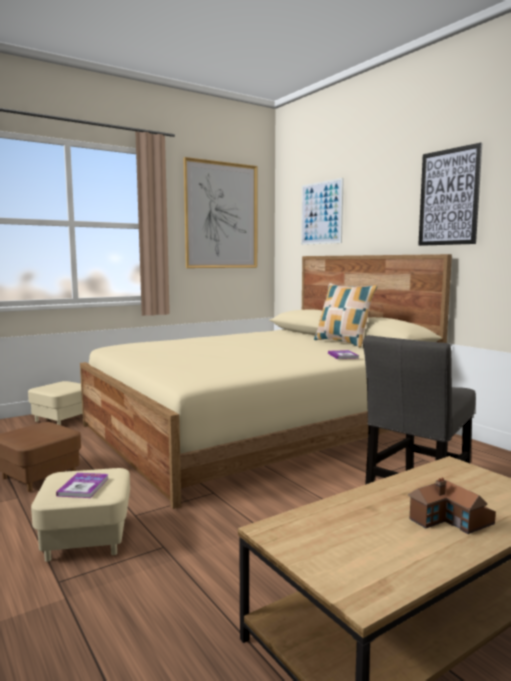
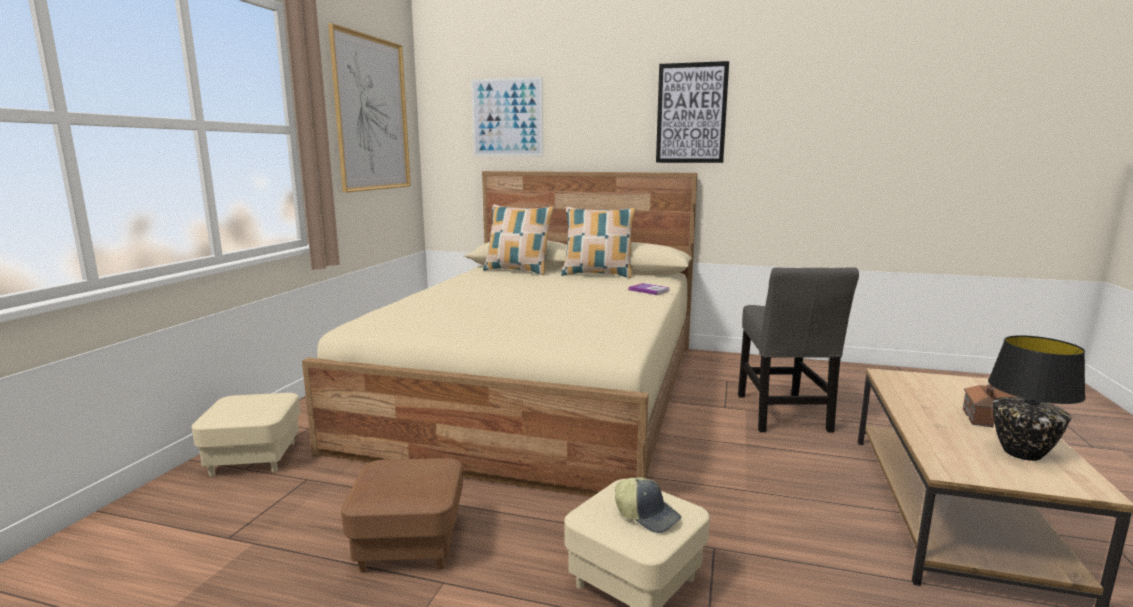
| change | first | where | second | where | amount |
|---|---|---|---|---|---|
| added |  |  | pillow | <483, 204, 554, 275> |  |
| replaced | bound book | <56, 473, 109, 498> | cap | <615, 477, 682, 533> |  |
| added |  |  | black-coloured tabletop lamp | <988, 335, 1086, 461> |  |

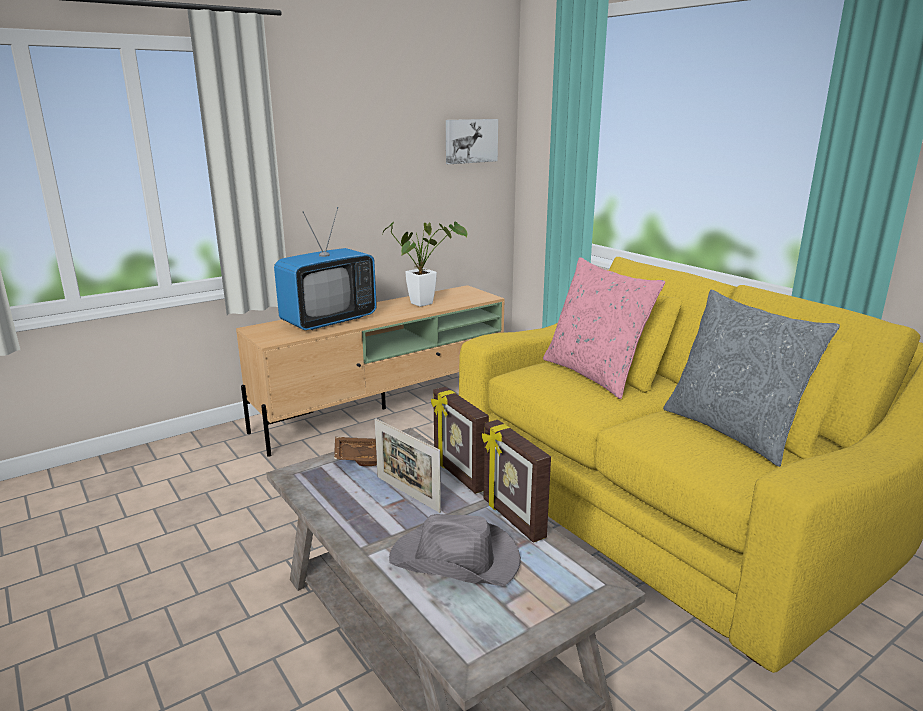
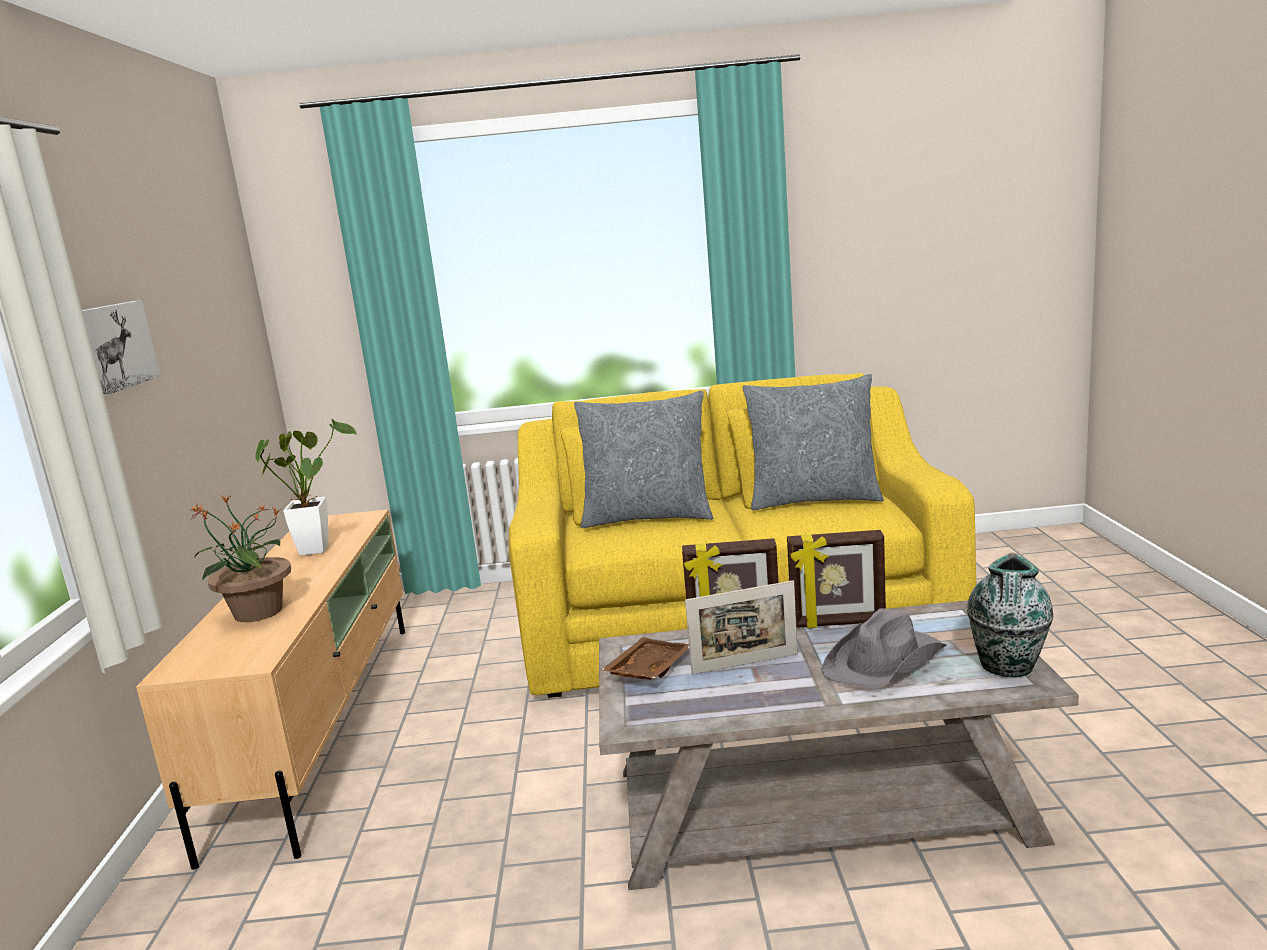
| change | first | where | second | where | amount |
|---|---|---|---|---|---|
| moved | wall art | <446, 119, 498, 164> |  | <82, 300, 160, 396> |  |
| replaced | TV | <274, 207, 377, 330> | plant in a pot | <191, 495, 291, 622> |  |
| recoloured | pink-coloured pillow | <543, 257, 665, 399> | gray pillow | <574, 391, 713, 528> |  |
| added |  |  | decorative vase | <967, 553, 1054, 678> |  |

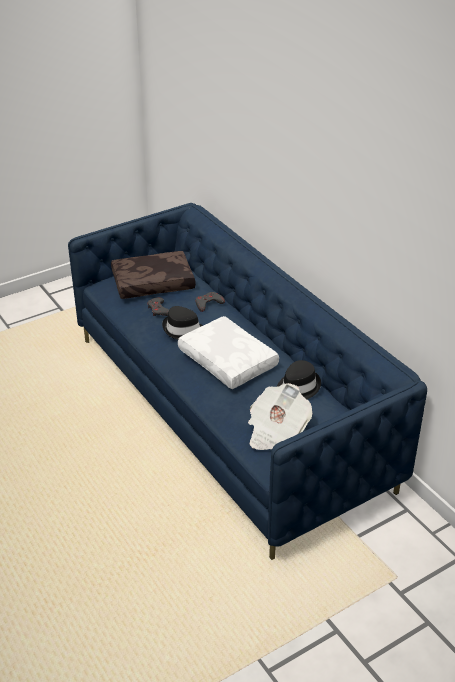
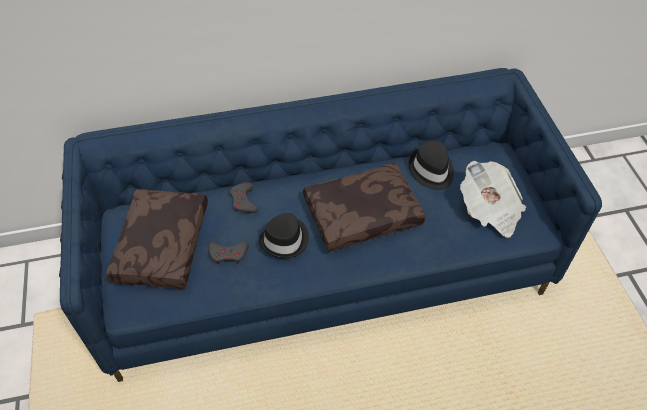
| change | first | where | second | where | amount |
|---|---|---|---|---|---|
| recoloured | whitish pillow | <178, 316, 279, 389> | brown pillow | <303, 163, 426, 252> |  |

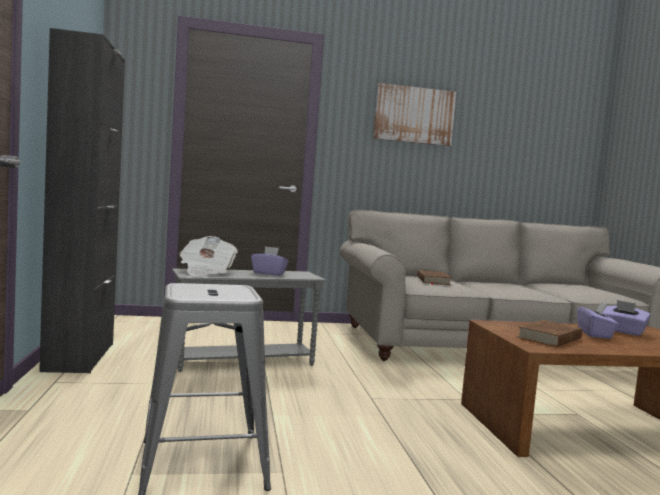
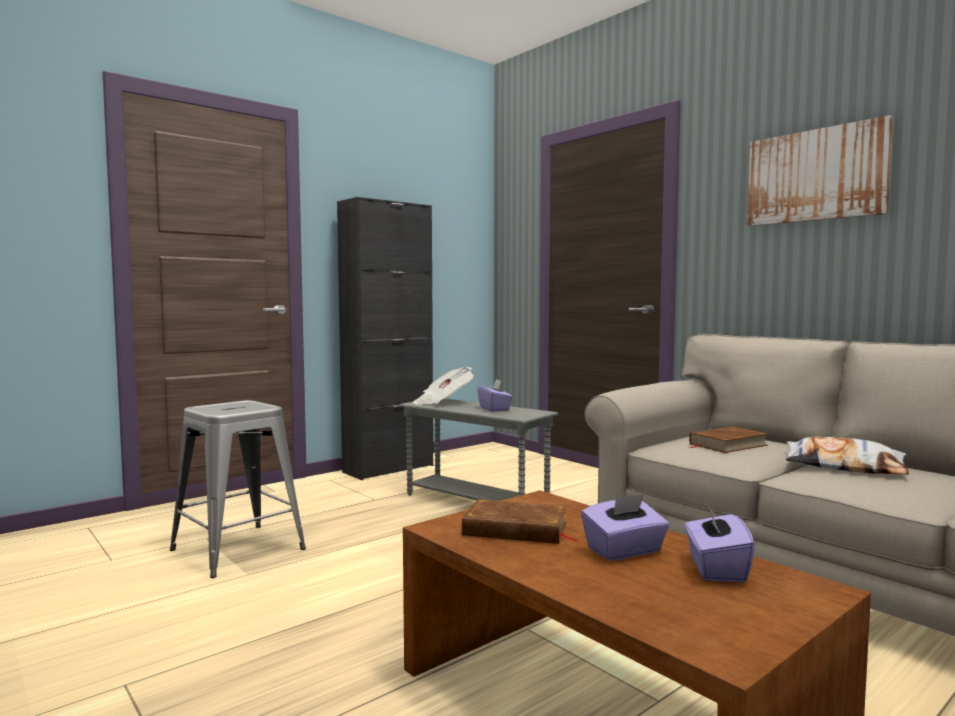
| change | first | where | second | where | amount |
|---|---|---|---|---|---|
| added |  |  | pillow | <786, 436, 909, 474> |  |

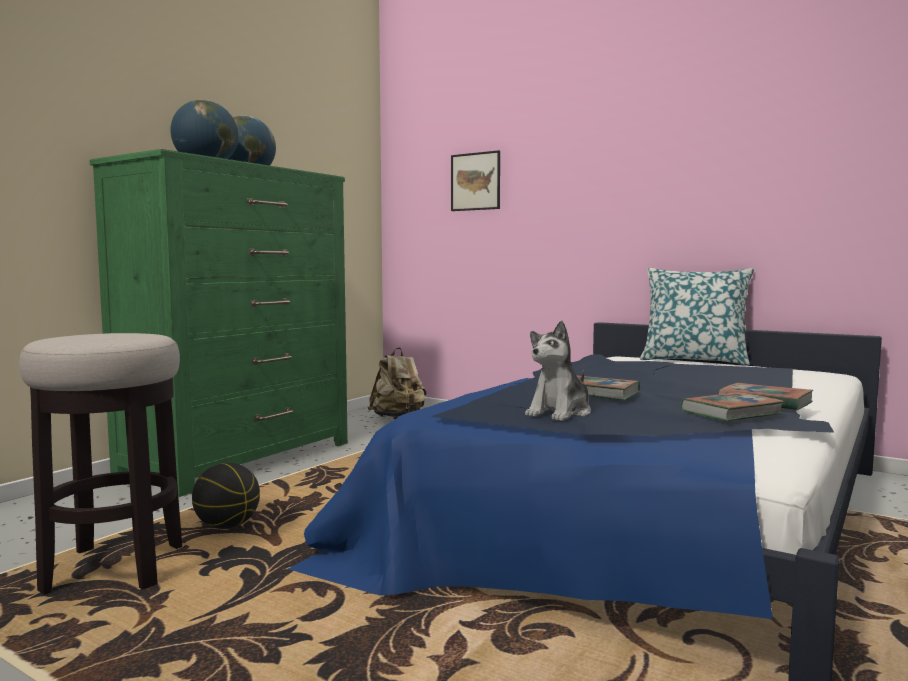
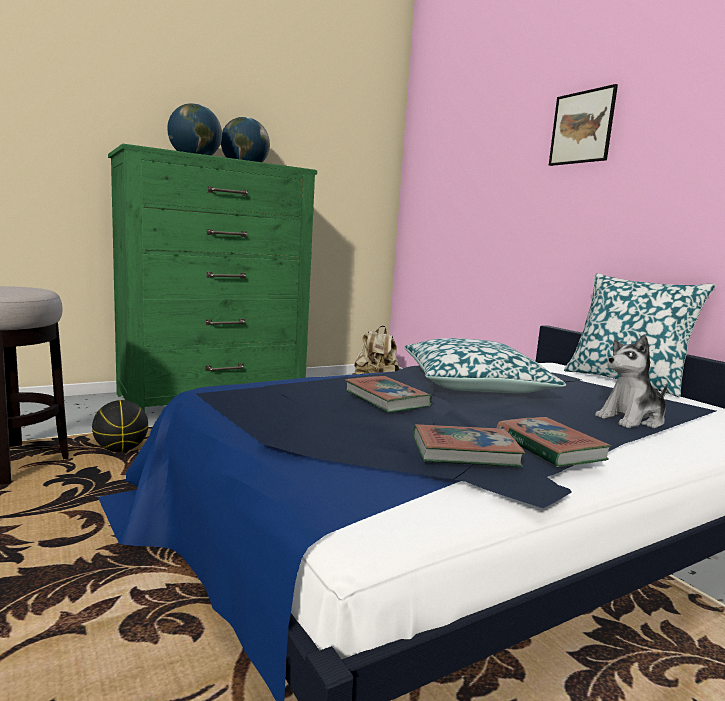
| change | first | where | second | where | amount |
|---|---|---|---|---|---|
| added |  |  | pillow | <405, 338, 566, 393> |  |
| moved | wall art | <451, 150, 500, 211> |  | <549, 84, 618, 166> |  |
| moved | cuddly toy | <525, 321, 591, 421> |  | <595, 334, 668, 428> |  |

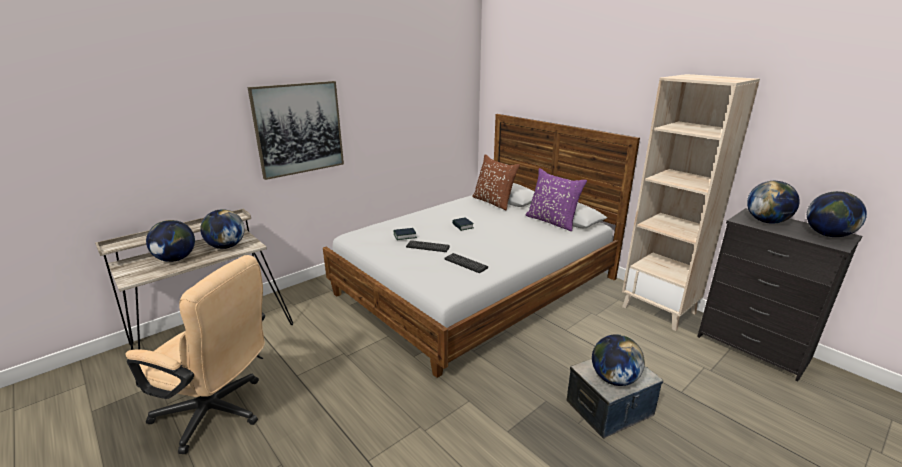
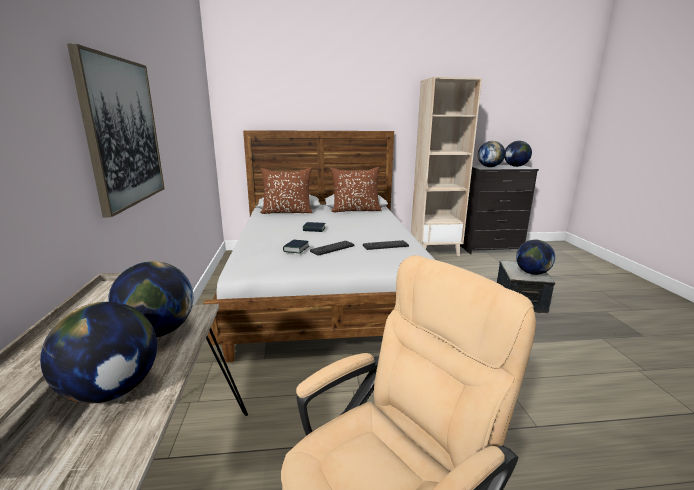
| change | first | where | second | where | amount |
|---|---|---|---|---|---|
| recoloured | purple-coloured pillow | <525, 168, 587, 231> | brown pillow | <330, 167, 381, 212> |  |

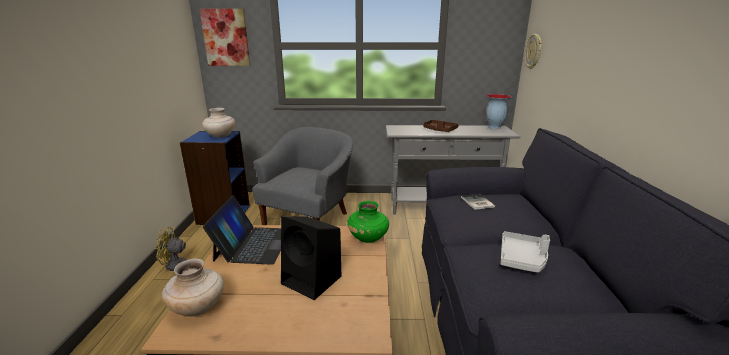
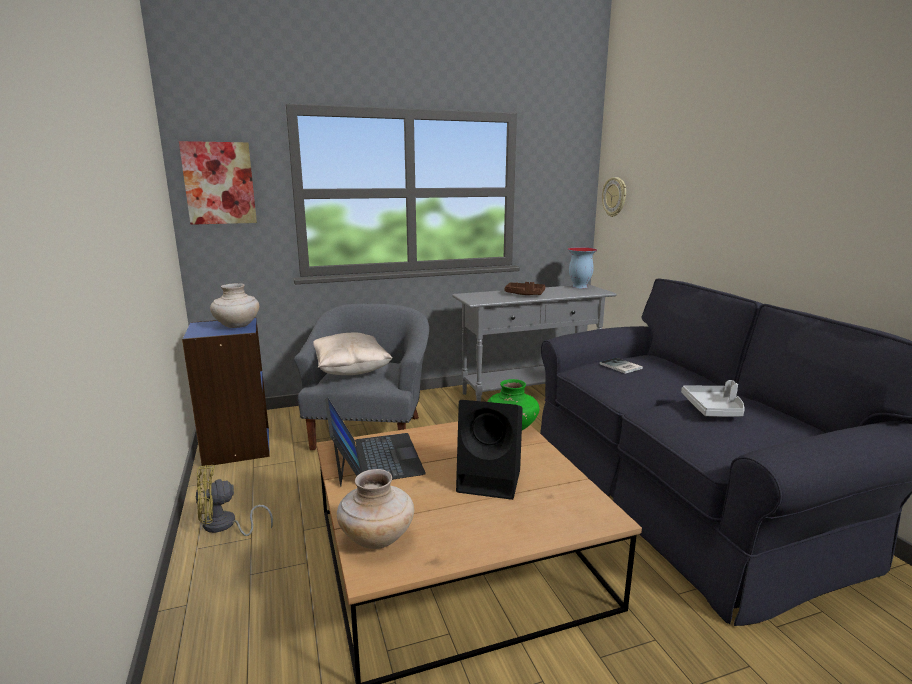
| change | first | where | second | where | amount |
|---|---|---|---|---|---|
| added |  |  | beige-coloured pillow | <313, 332, 392, 375> |  |

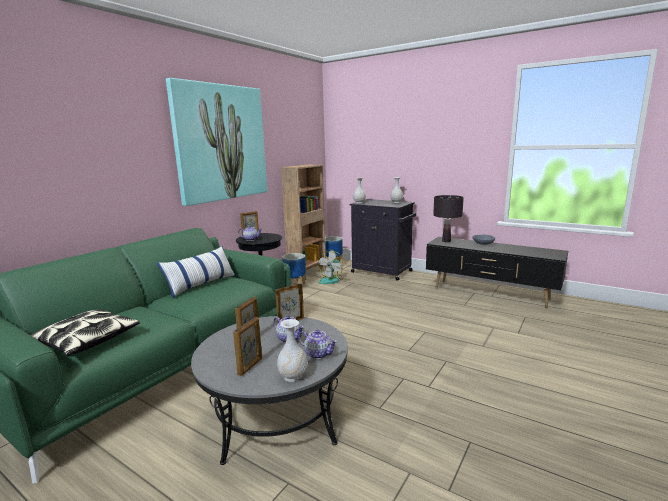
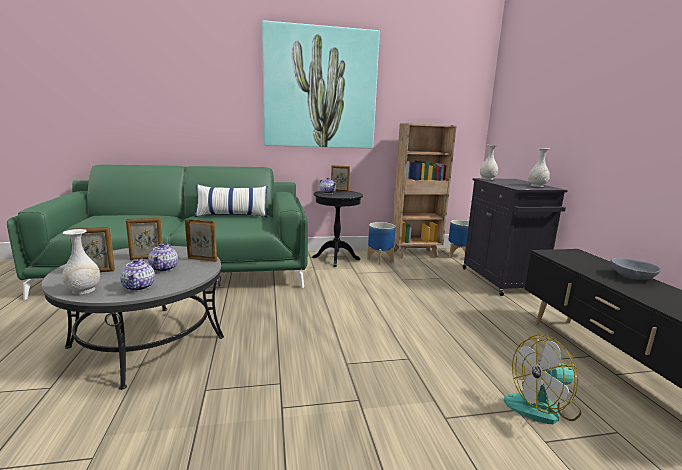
| change | first | where | second | where | amount |
|---|---|---|---|---|---|
| moved | fan | <318, 249, 344, 284> |  | <504, 335, 581, 424> |  |
| removed | pillow | <30, 309, 140, 356> |  |  |  |
| removed | black-coloured tabletop lamp | <433, 195, 464, 242> |  |  |  |

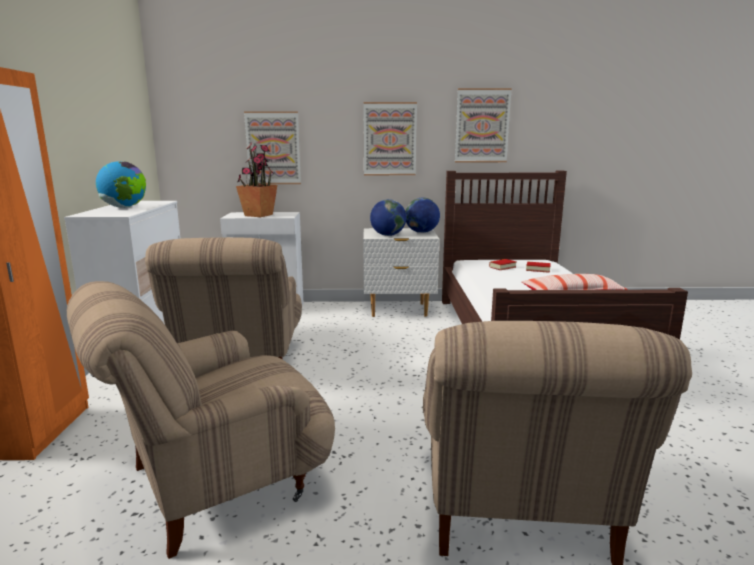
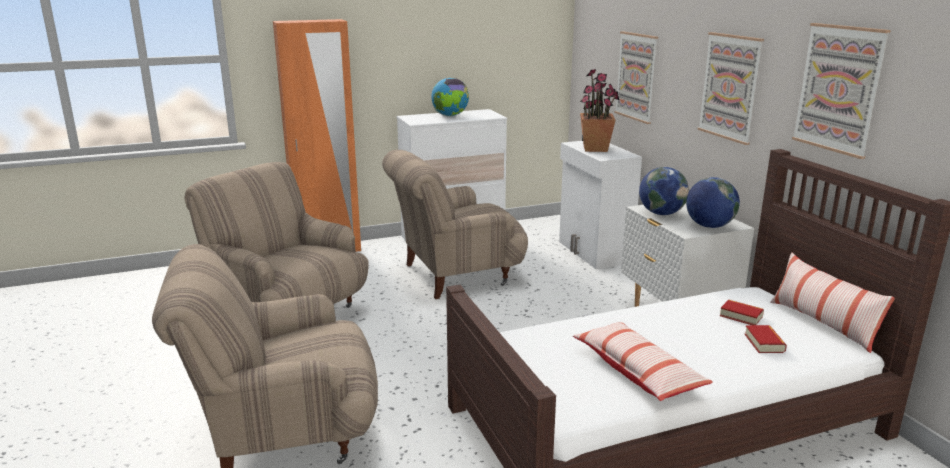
| change | first | where | second | where | amount |
|---|---|---|---|---|---|
| added |  |  | pillow | <770, 253, 894, 353> |  |

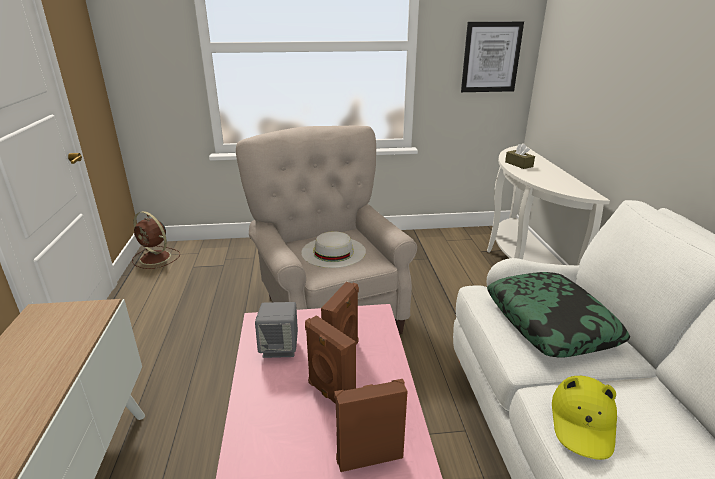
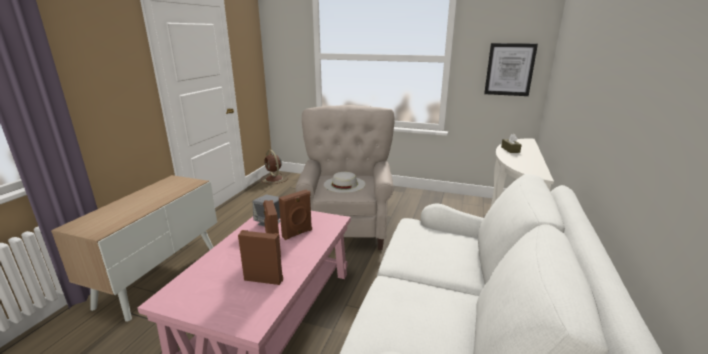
| change | first | where | second | where | amount |
|---|---|---|---|---|---|
| removed | pillow | <487, 272, 630, 358> |  |  |  |
| removed | yellow-coloured clothing hat | <552, 376, 617, 460> |  |  |  |

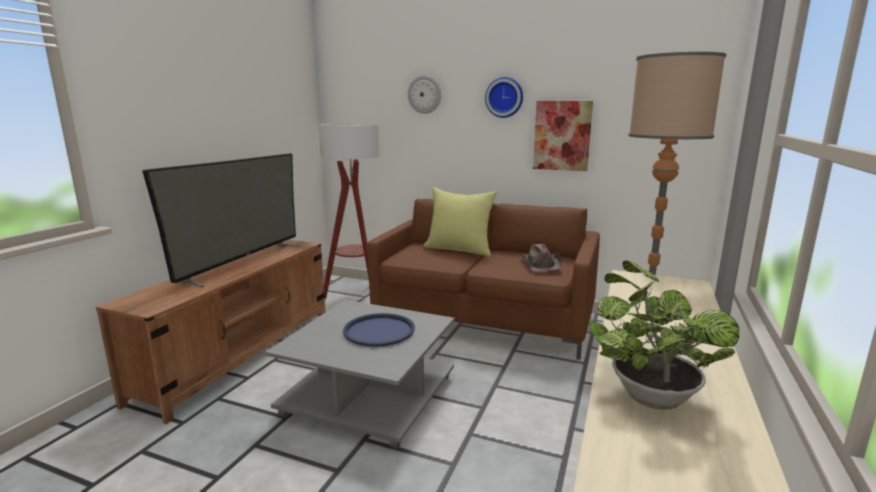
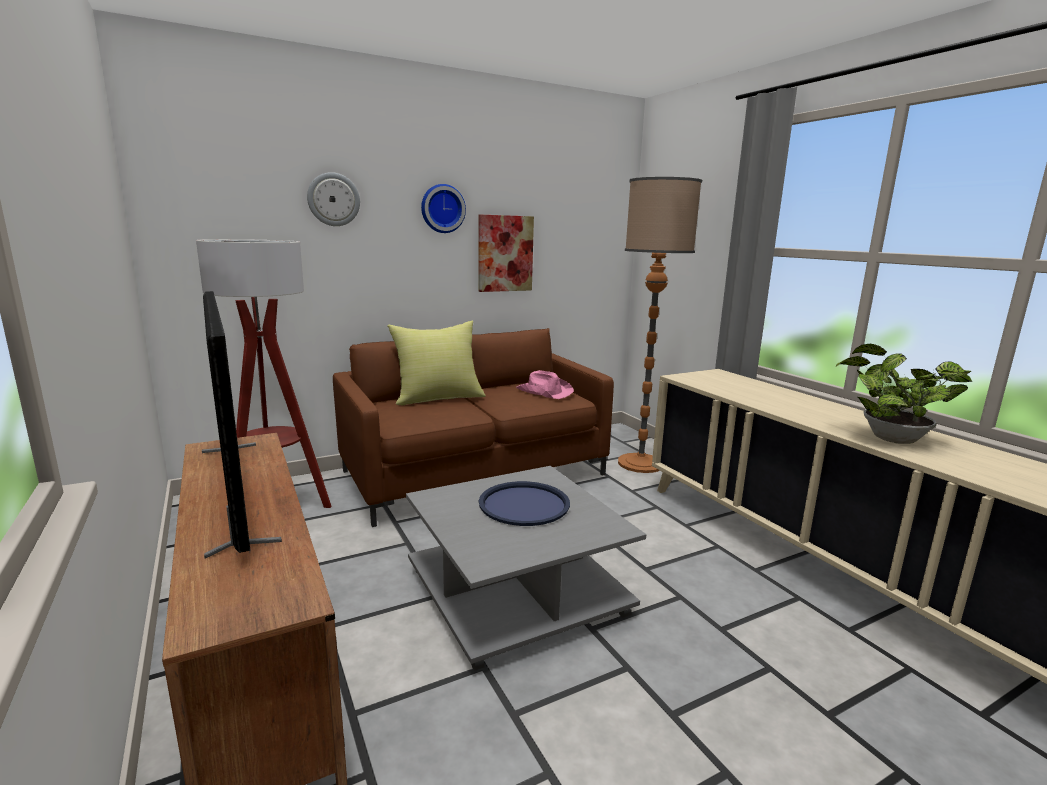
| change | first | where | second | where | amount |
|---|---|---|---|---|---|
| recoloured | brown clothing hat | <521, 244, 562, 272> | pink-coloured clothing hat | <516, 370, 574, 399> |  |

